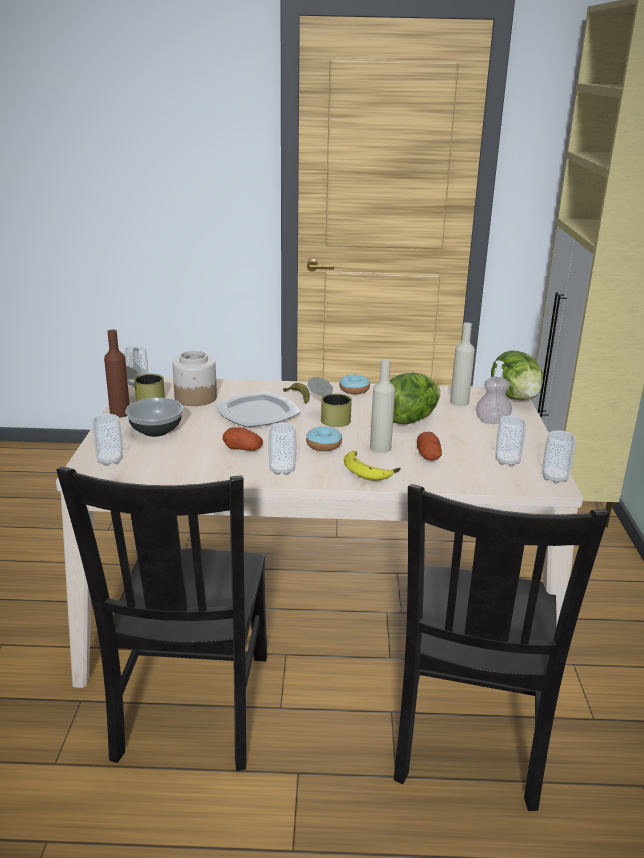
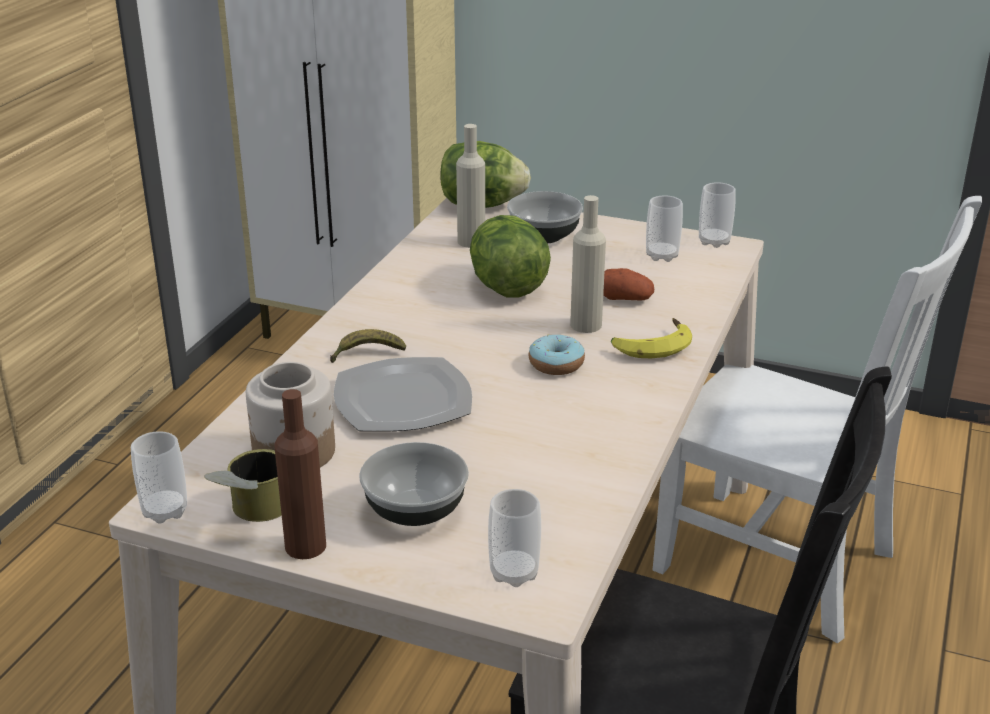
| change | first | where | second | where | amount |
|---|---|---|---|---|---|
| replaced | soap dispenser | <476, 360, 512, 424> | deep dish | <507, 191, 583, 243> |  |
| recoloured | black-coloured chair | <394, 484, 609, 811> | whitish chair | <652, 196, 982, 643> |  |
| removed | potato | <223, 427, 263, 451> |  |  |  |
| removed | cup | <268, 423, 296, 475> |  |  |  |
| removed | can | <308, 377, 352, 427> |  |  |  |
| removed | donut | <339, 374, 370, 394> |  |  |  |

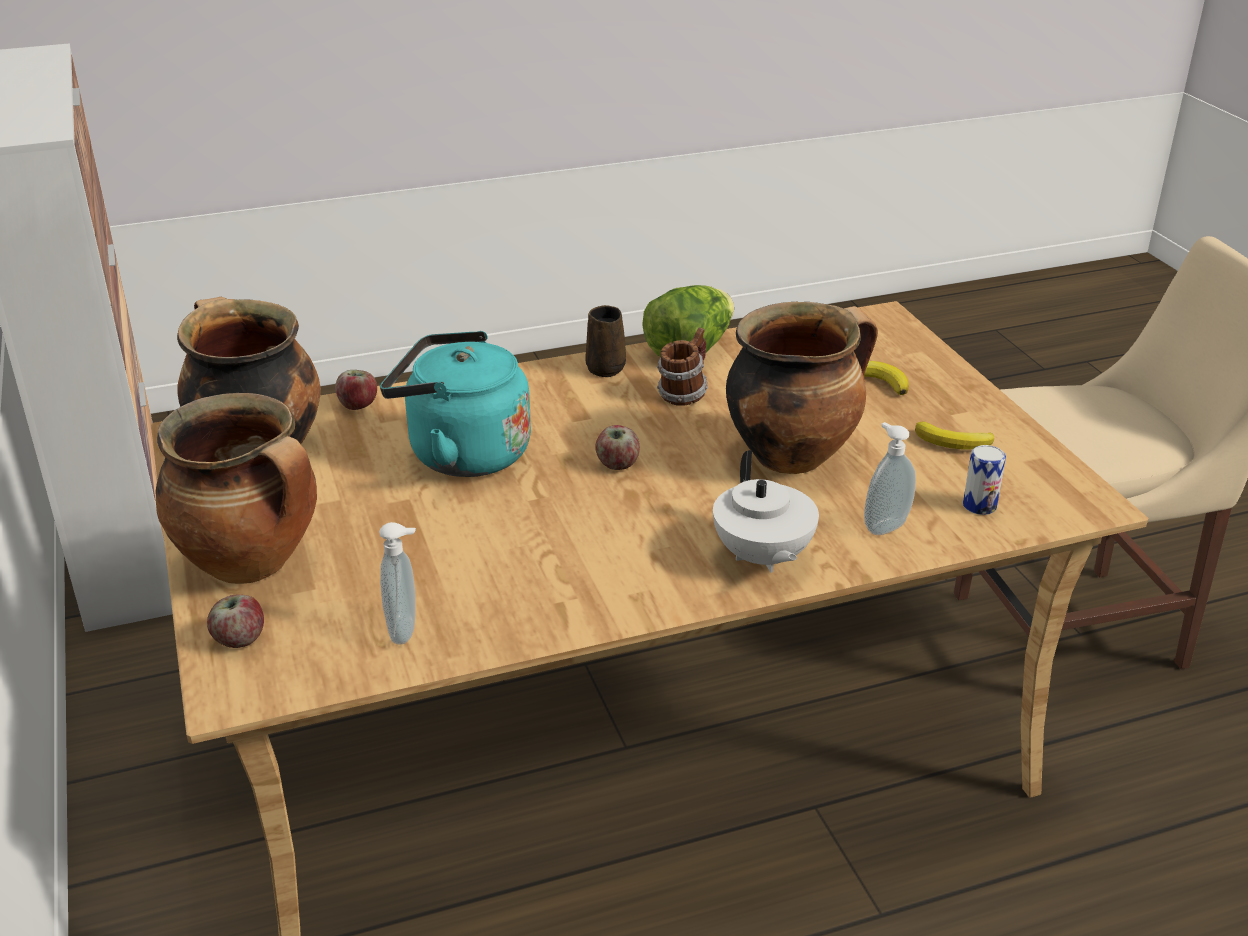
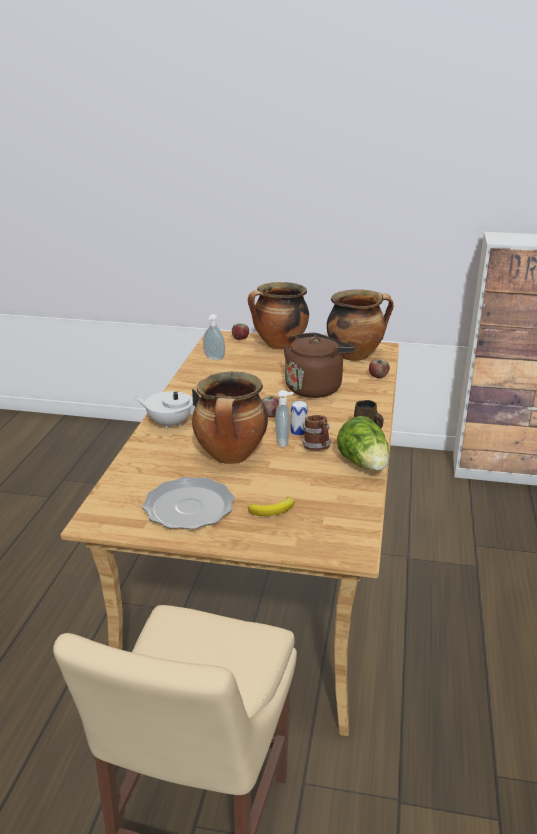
| change | first | where | second | where | amount |
|---|---|---|---|---|---|
| replaced | banana fruit | <915, 421, 994, 449> | plate | <142, 477, 235, 529> |  |
| moved | soap dispenser | <864, 422, 916, 535> |  | <275, 390, 293, 447> |  |
| recoloured | turquoise-coloured tea kettle | <380, 331, 531, 477> | brown tea kettle | <283, 333, 355, 398> |  |
| moved | can | <963, 445, 1006, 515> |  | <291, 401, 308, 435> |  |

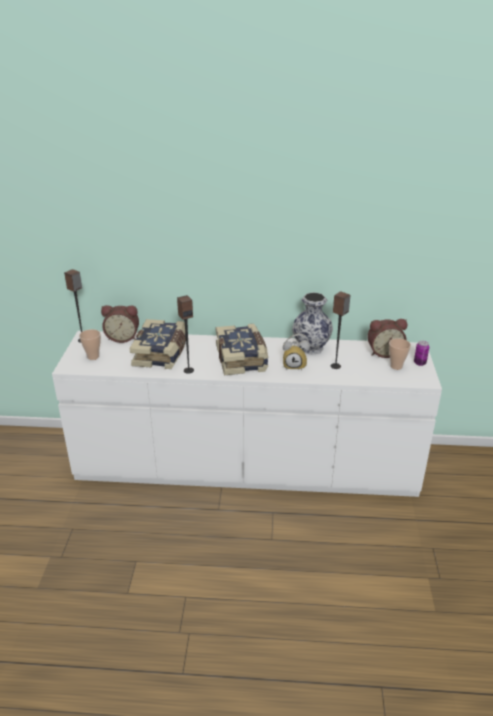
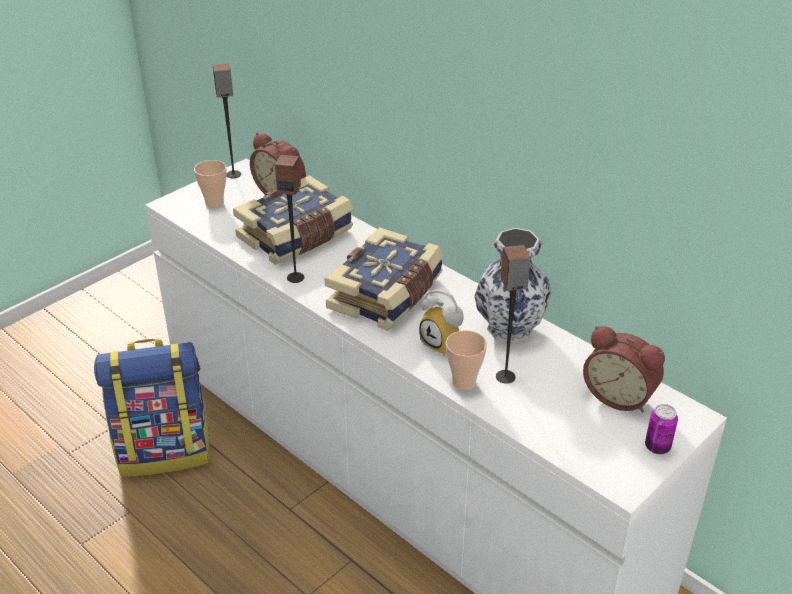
| change | first | where | second | where | amount |
|---|---|---|---|---|---|
| added |  |  | knapsack | <94, 339, 210, 476> |  |
| moved | cup | <389, 338, 411, 370> |  | <446, 330, 487, 390> |  |

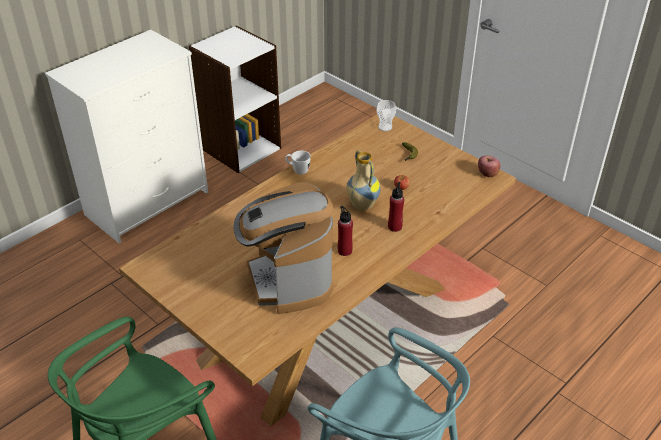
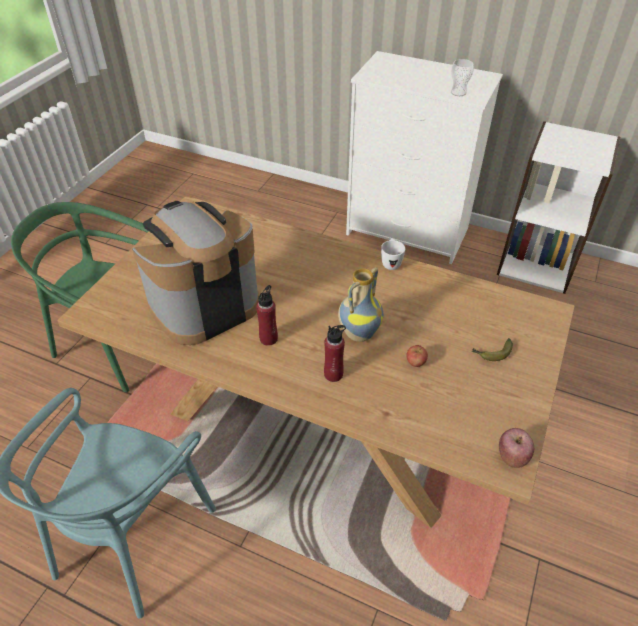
| change | first | where | second | where | amount |
|---|---|---|---|---|---|
| moved | cup | <377, 100, 396, 131> |  | <451, 59, 474, 96> |  |

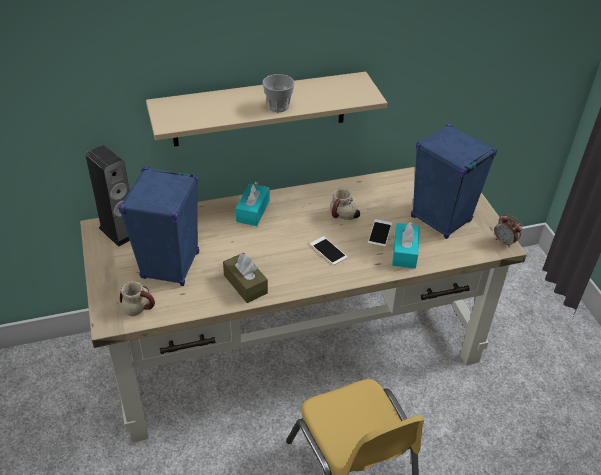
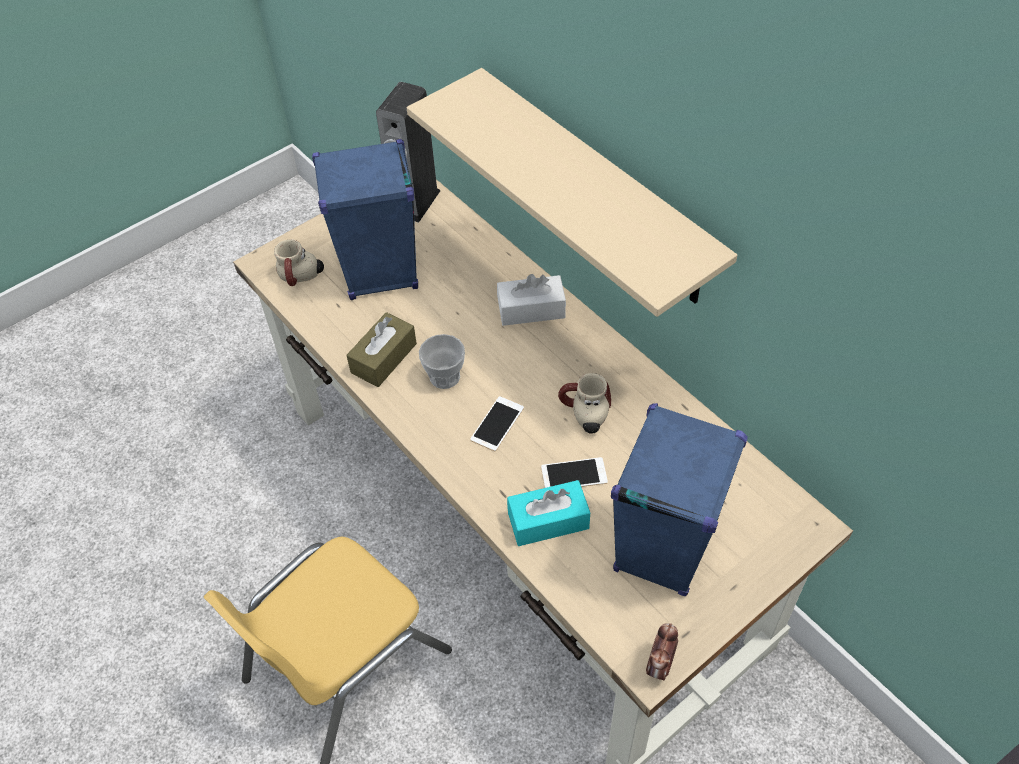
| change | first | where | second | where | amount |
|---|---|---|---|---|---|
| moved | cup | <263, 74, 295, 112> |  | <419, 334, 465, 389> |  |
| recoloured | turquoise-coloured tissue holder | <236, 182, 270, 226> | whitish tissue holder | <497, 274, 566, 326> |  |

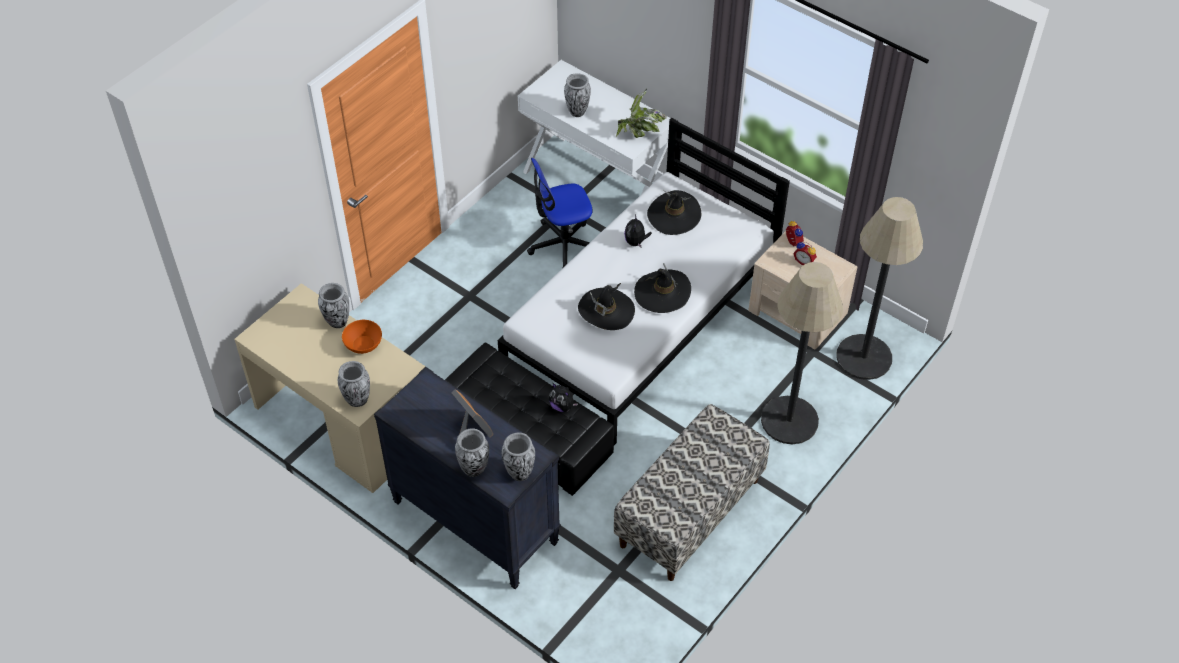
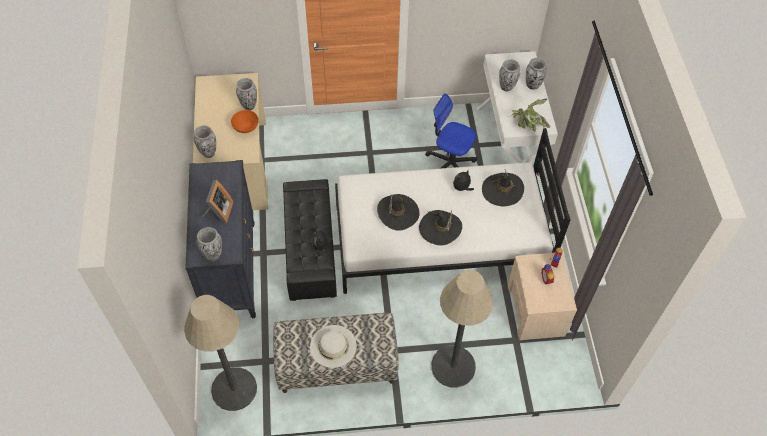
| change | first | where | second | where | amount |
|---|---|---|---|---|---|
| moved | standard lamp | <836, 197, 923, 380> |  | <184, 295, 257, 411> |  |
| added |  |  | whitish clothing hat | <310, 325, 357, 368> |  |
| moved | decorative vase | <455, 428, 489, 477> |  | <526, 58, 547, 90> |  |

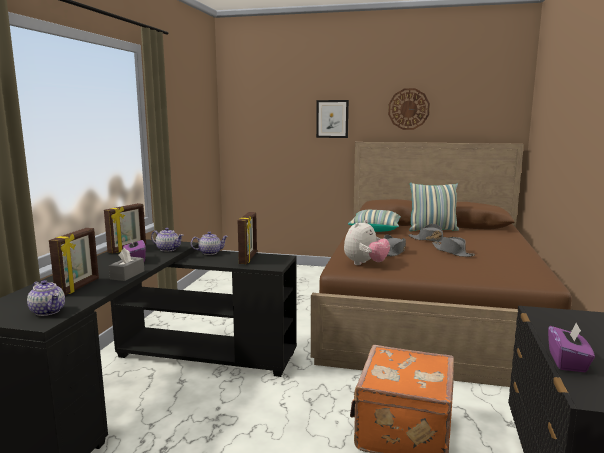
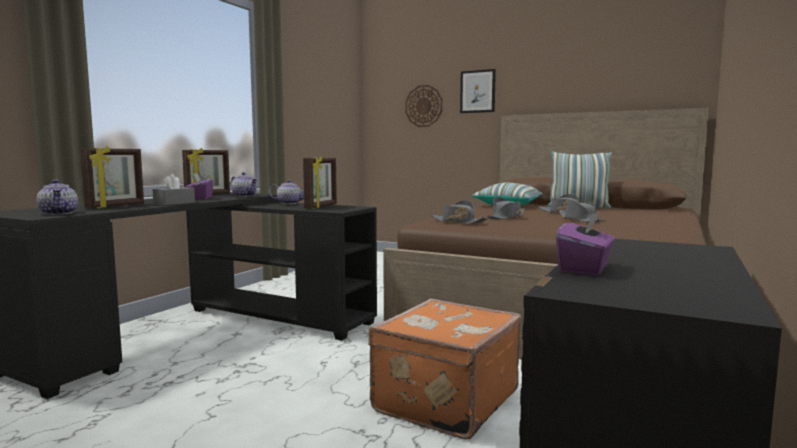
| change | first | where | second | where | amount |
|---|---|---|---|---|---|
| moved | wall clock | <388, 88, 430, 130> |  | <405, 85, 443, 127> |  |
| replaced | cuddly toy | <344, 220, 390, 265> | gray clothing hat | <432, 200, 488, 224> |  |

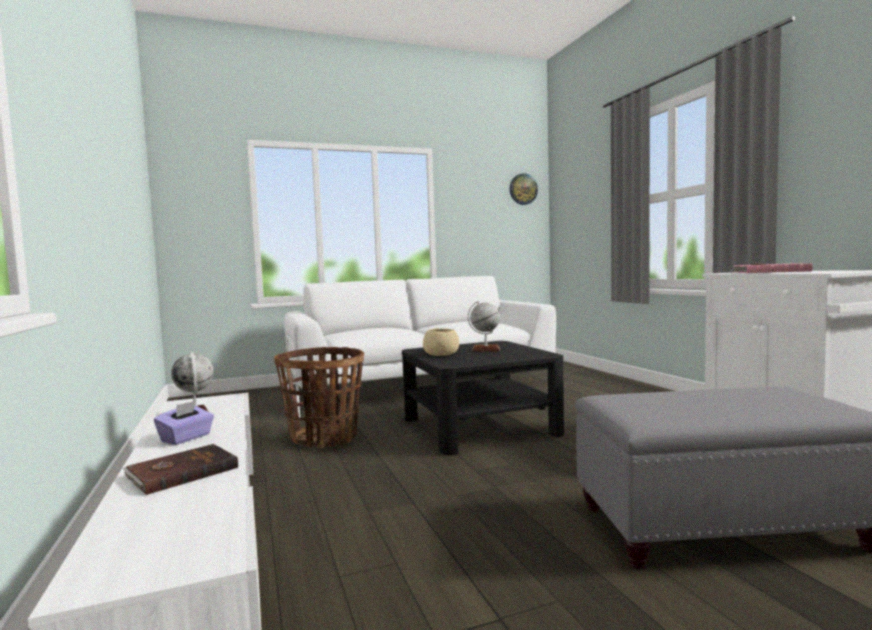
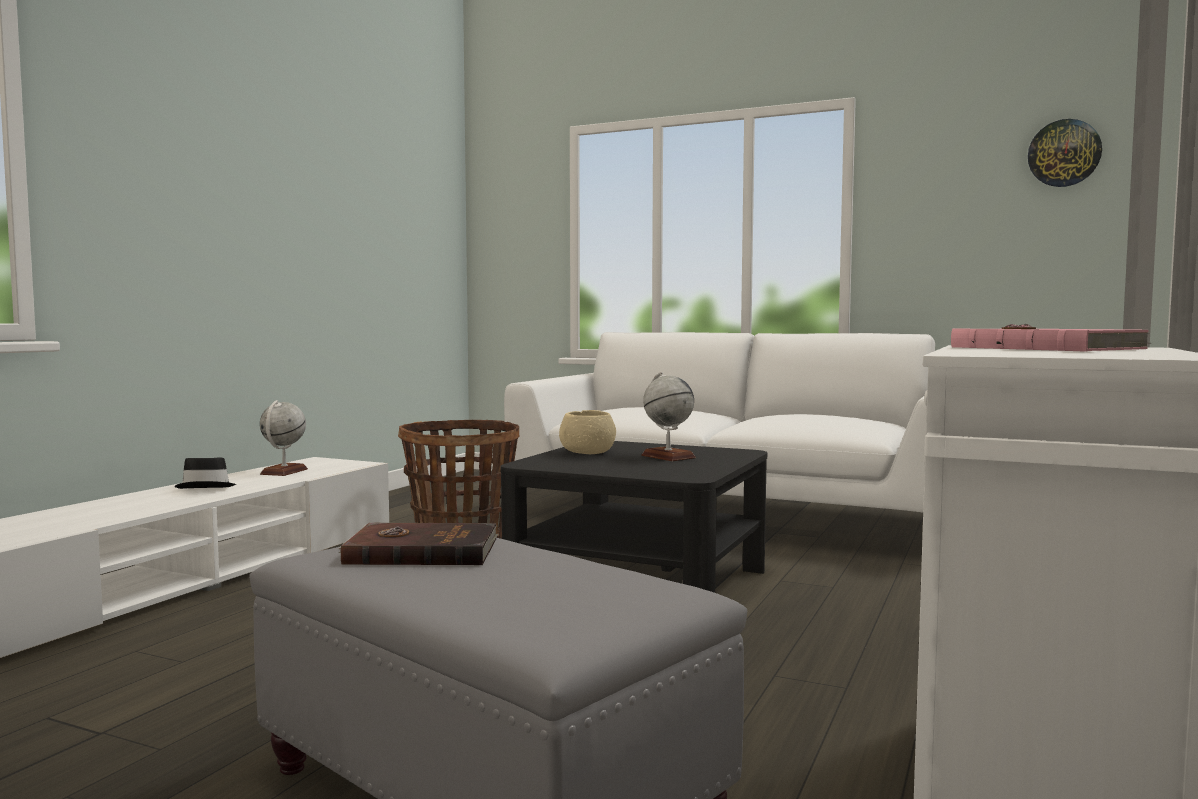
| change | first | where | second | where | amount |
|---|---|---|---|---|---|
| replaced | purple-coloured tissue holder | <154, 401, 214, 445> | black-coloured clothing hat | <175, 457, 236, 489> |  |
| moved | brown bound book | <123, 444, 238, 495> |  | <339, 523, 499, 565> |  |

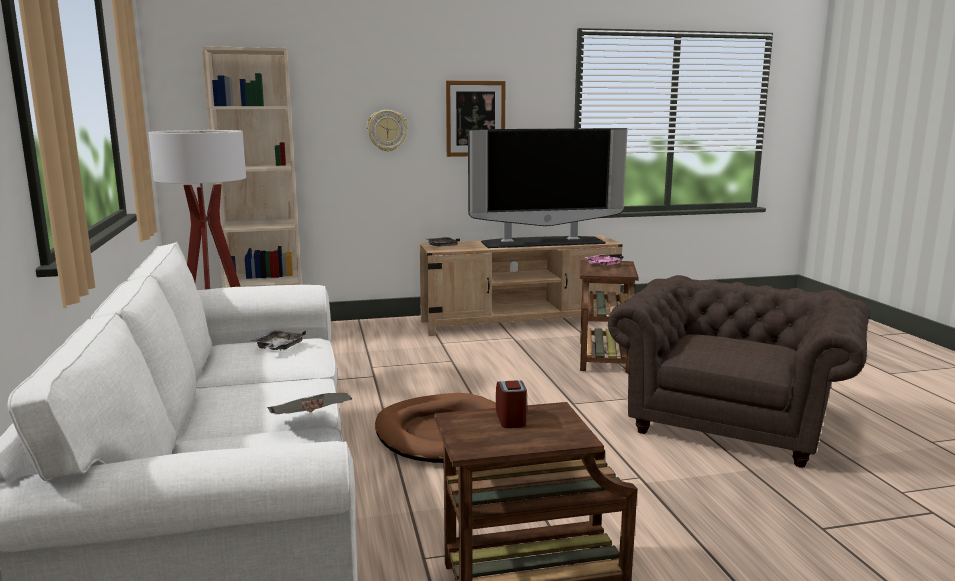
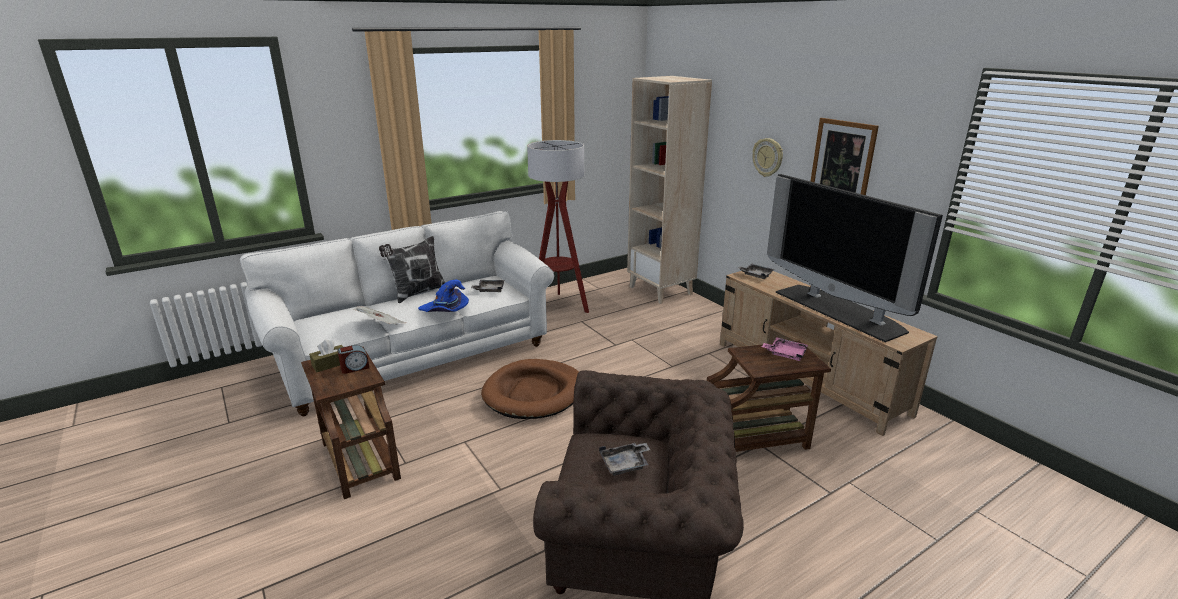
| change | first | where | second | where | amount |
|---|---|---|---|---|---|
| added |  |  | brown tissue holder | <309, 340, 343, 372> |  |
| added |  |  | pillow | <379, 236, 445, 303> |  |
| added |  |  | bluish clothing hat | <418, 280, 469, 312> |  |
| added |  |  | gray tray | <599, 443, 650, 476> |  |

